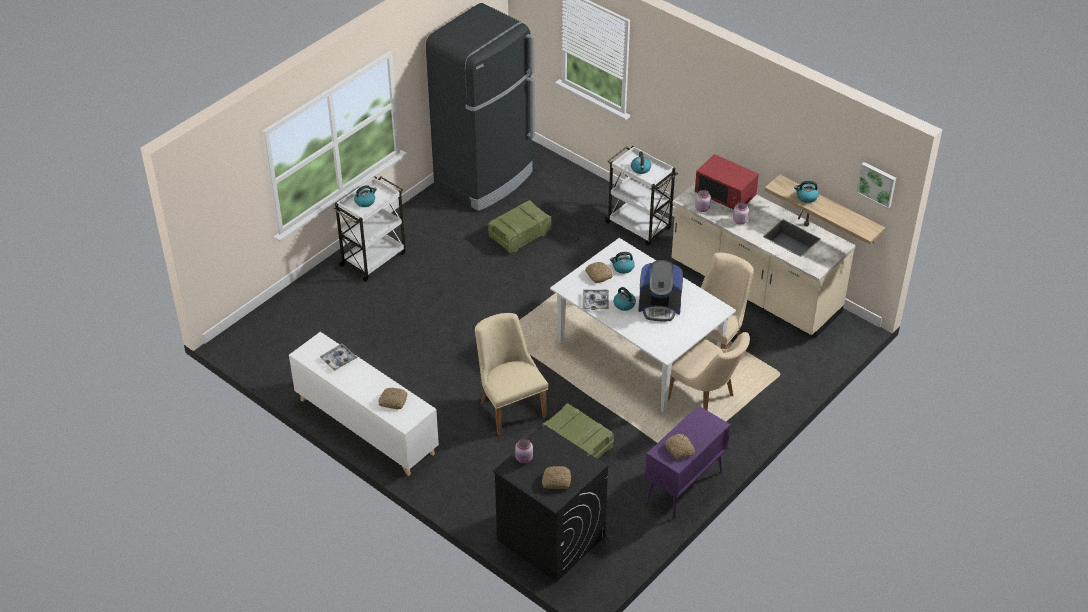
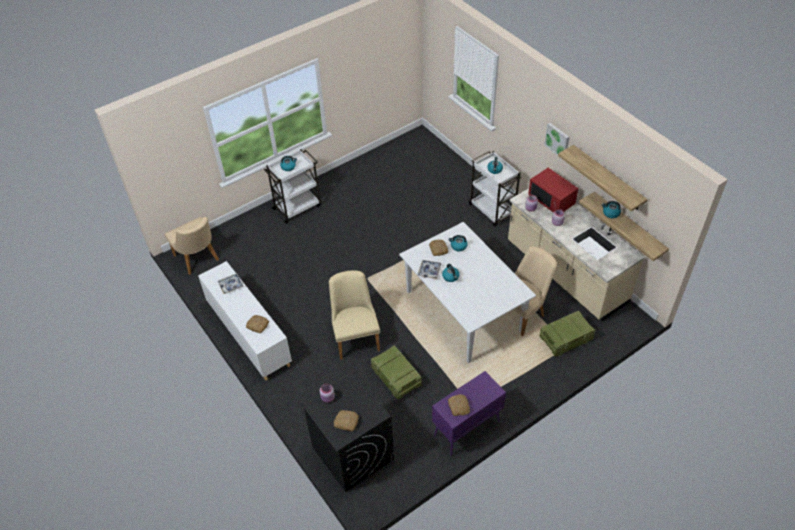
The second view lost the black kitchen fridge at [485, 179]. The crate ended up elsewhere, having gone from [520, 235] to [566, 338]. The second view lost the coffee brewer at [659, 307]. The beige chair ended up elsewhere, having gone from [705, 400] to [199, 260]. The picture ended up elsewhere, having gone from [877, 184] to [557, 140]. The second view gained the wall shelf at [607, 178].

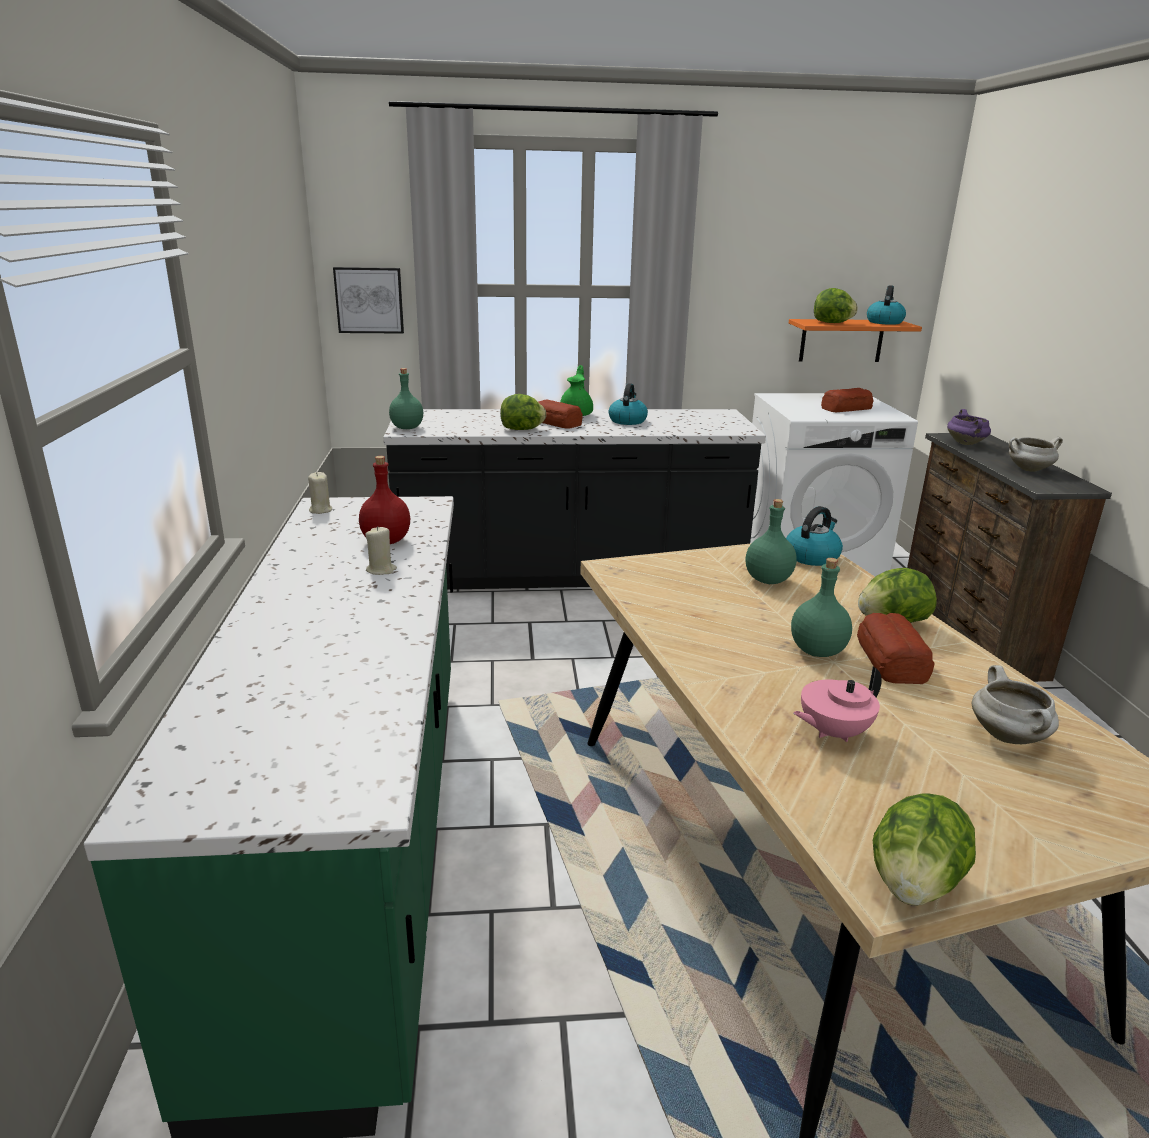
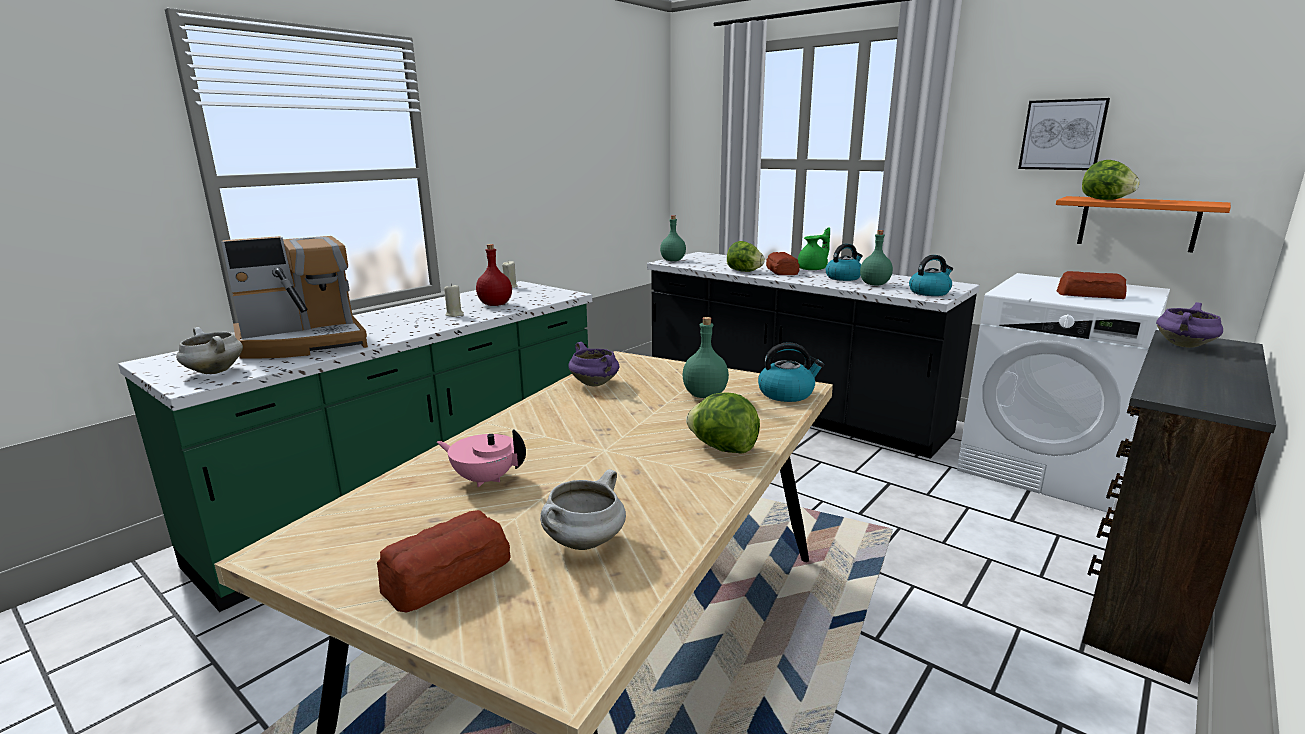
The picture ended up elsewhere, having gone from [369, 300] to [1062, 135]. The green-coloured bottle ended up elsewhere, having gone from [817, 651] to [874, 284]. The bakery bread ended up elsewhere, having gone from [892, 659] to [449, 574]. The water kettle ended up elsewhere, having gone from [884, 322] to [929, 292]. The second view lost the lettuce head at [914, 884]. The whitish saucepot ended up elsewhere, having gone from [1029, 470] to [213, 371]. The second view gained the coffee brewer at [303, 343]. The second view gained the purplish saucepot at [595, 384].

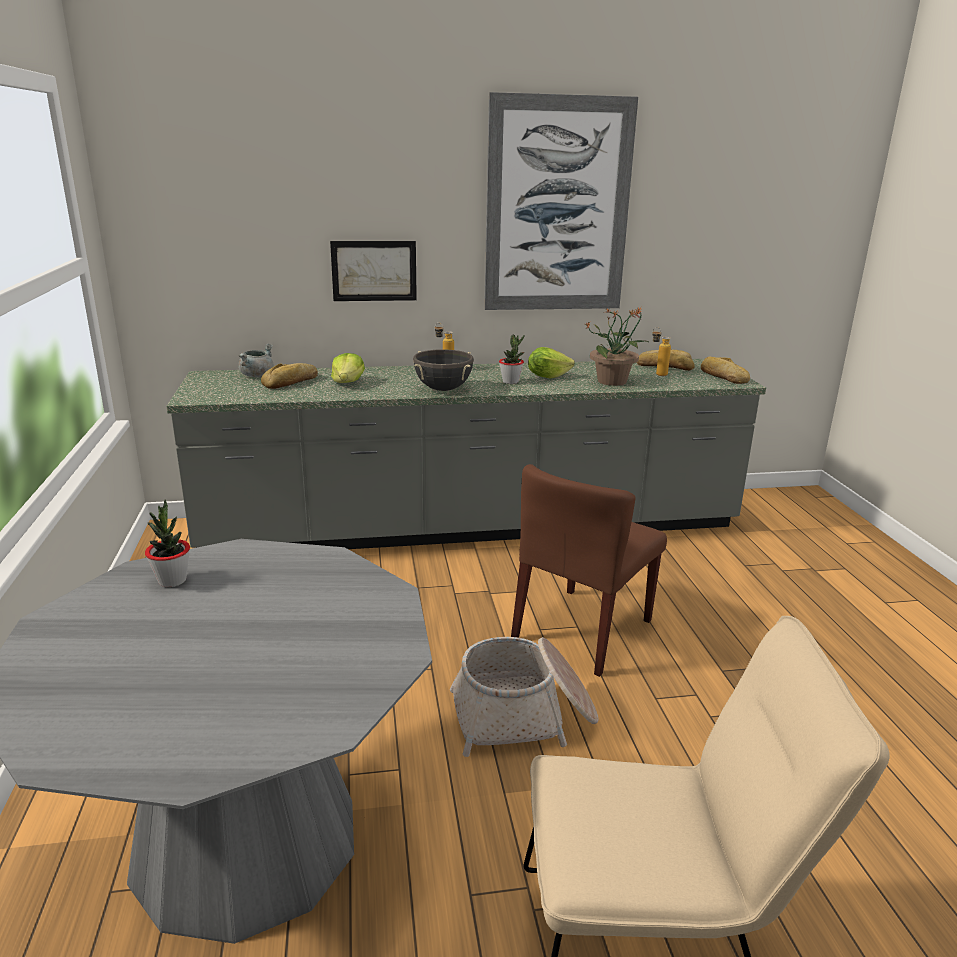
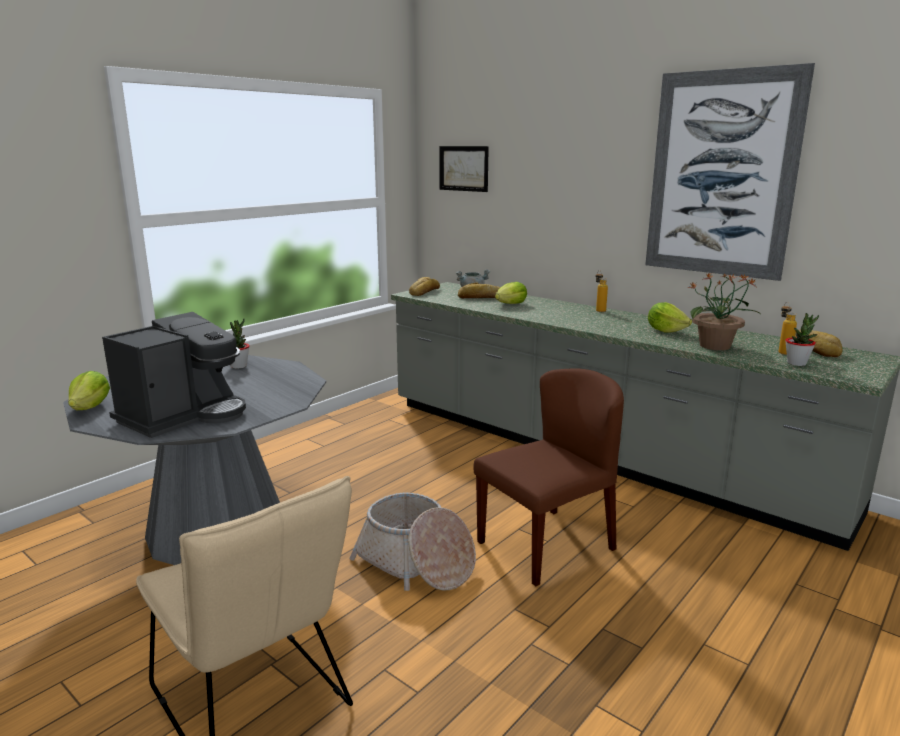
The picture ended up elsewhere, having gone from [374, 271] to [463, 168]. The second view lost the black saucepot at [443, 389]. The plant in a pot ended up elsewhere, having gone from [510, 382] to [796, 363]. The brown-coloured chair at [582, 630] ended up facing another way, 150 degrees clockwise from before. The bakery bread ended up elsewhere, having gone from [723, 377] to [423, 292]. The second view gained the lettuce head at [91, 407]. The second view gained the coffee brewer at [184, 416].

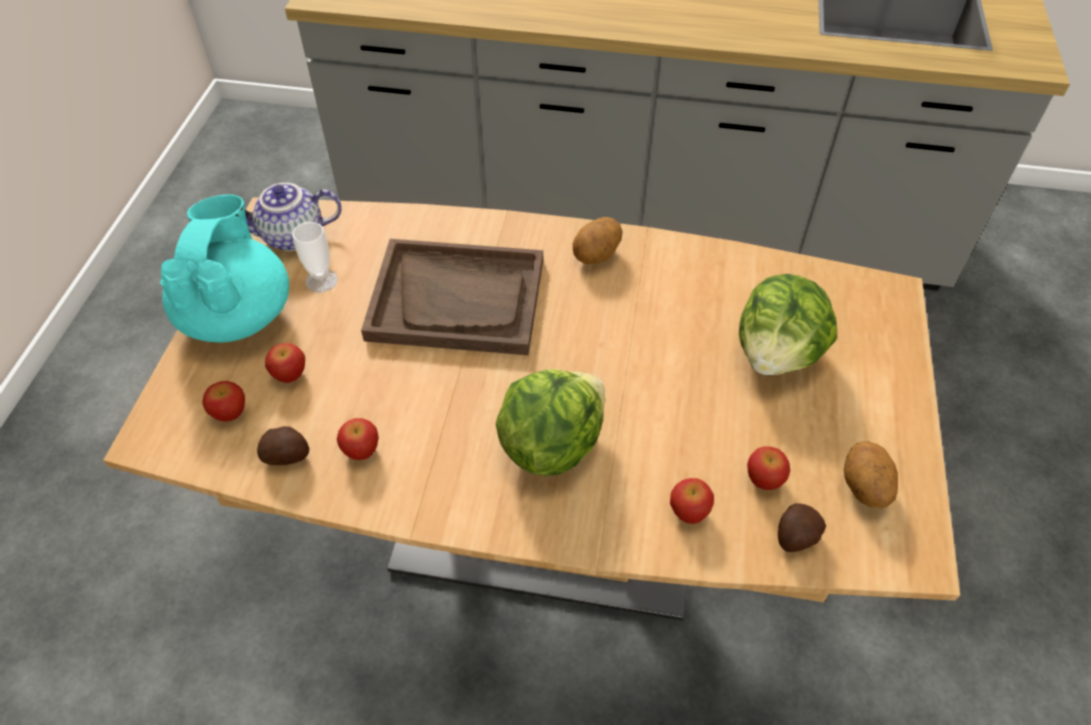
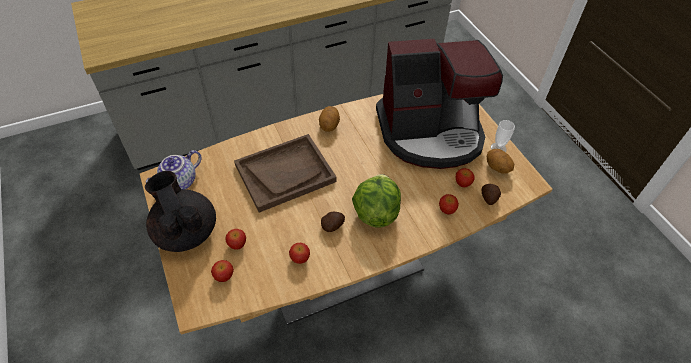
What was the blue-green teapot at [238, 314] turned into the black teapot at [185, 231]. The potato ended up elsewhere, having gone from [287, 456] to [333, 226]. The cup ended up elsewhere, having gone from [321, 281] to [498, 148]. Where the lettuce head stood at [777, 354], the coffee brewer came to stand at [430, 133].

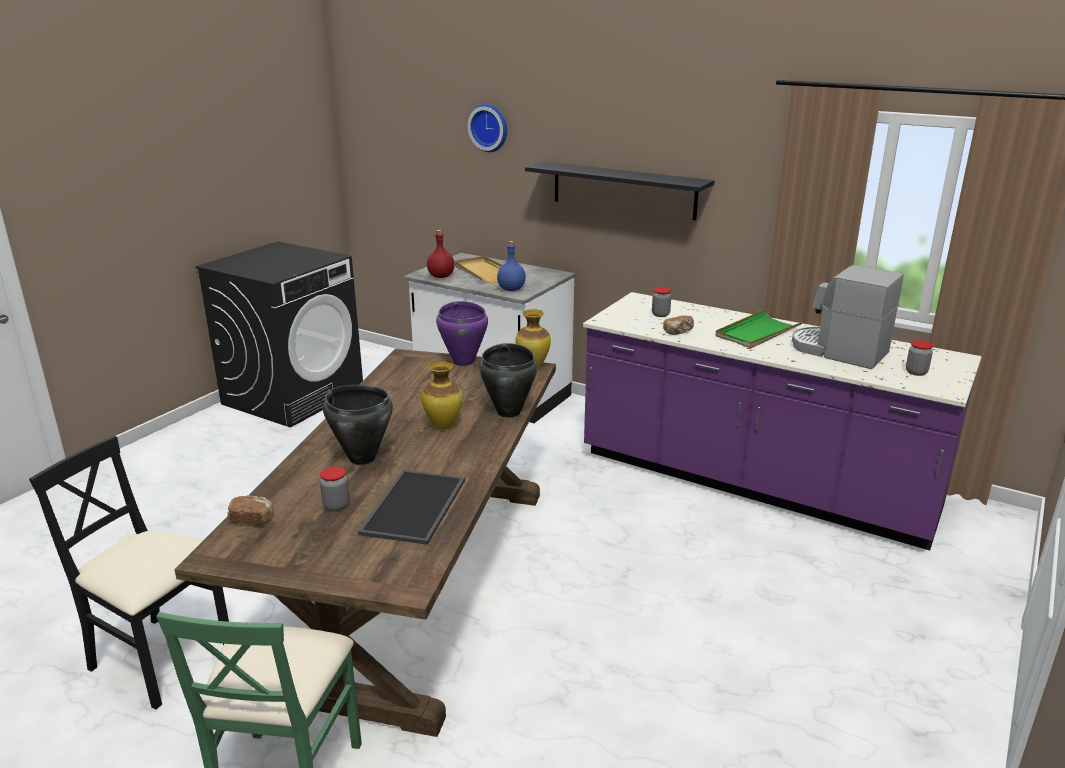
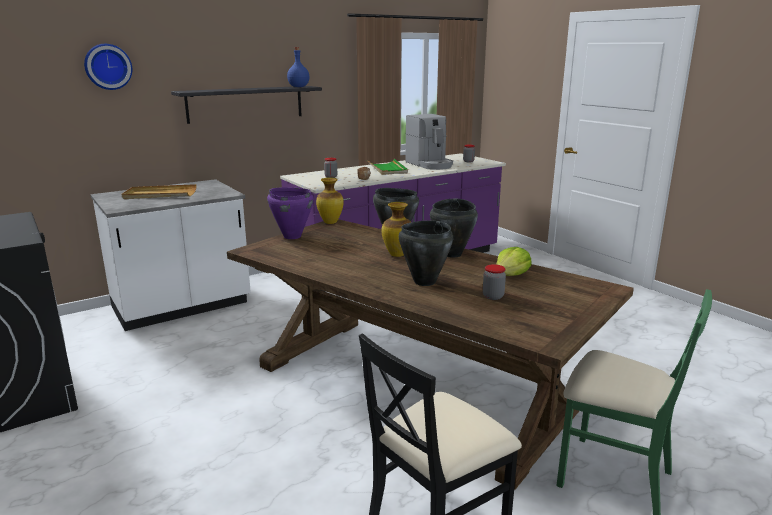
The second view lost the bakery bread at [252, 519]. Where the serving tray stood at [416, 507], the lettuce head came to stand at [511, 275]. The second view lost the reddish bottle at [440, 276]. The blue bottle ended up elsewhere, having gone from [511, 289] to [298, 87]. The coffee brewer at [838, 351] ended up facing another way, 90 degrees counterclockwise from before. The second view gained the black saucepot at [452, 254].

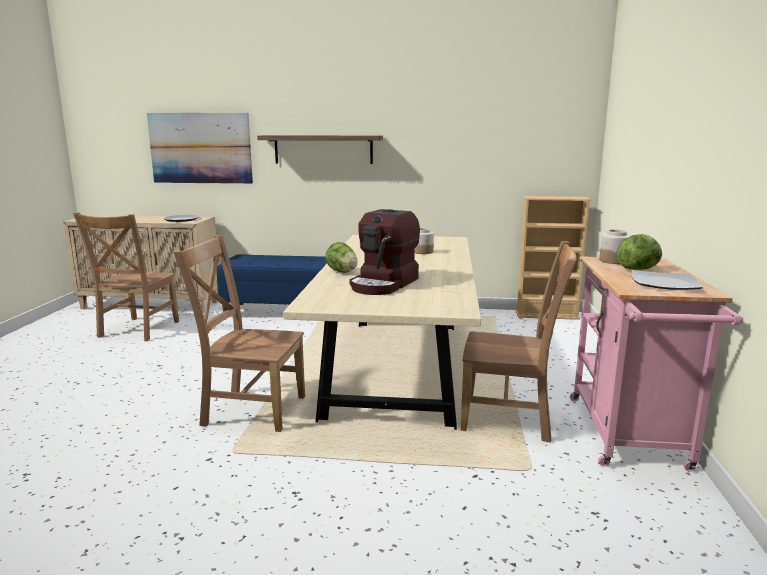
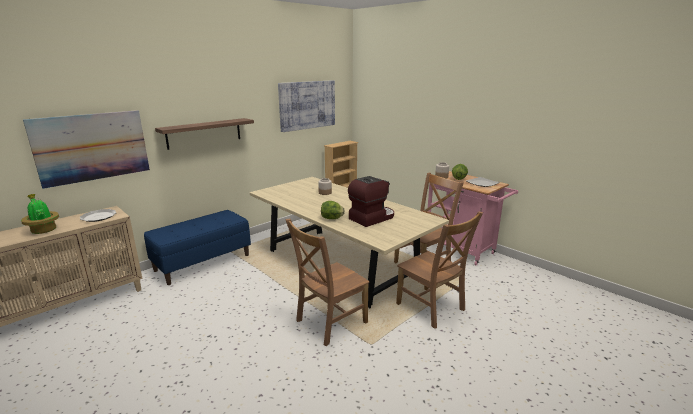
The brown-coloured chair ended up elsewhere, having gone from [137, 330] to [432, 308]. The coffee brewer at [384, 284] ended up facing another way, 105 degrees counterclockwise from before. The second view gained the plant in a pot at [43, 230]. The second view gained the picture at [307, 105].

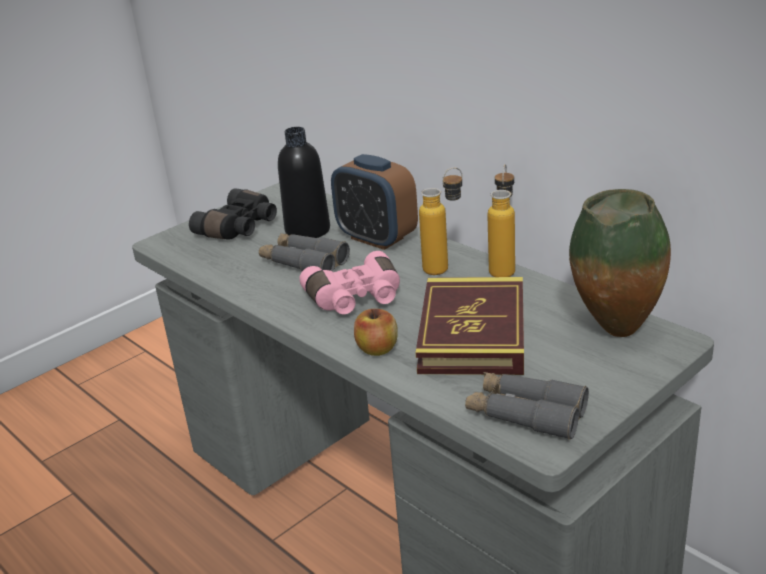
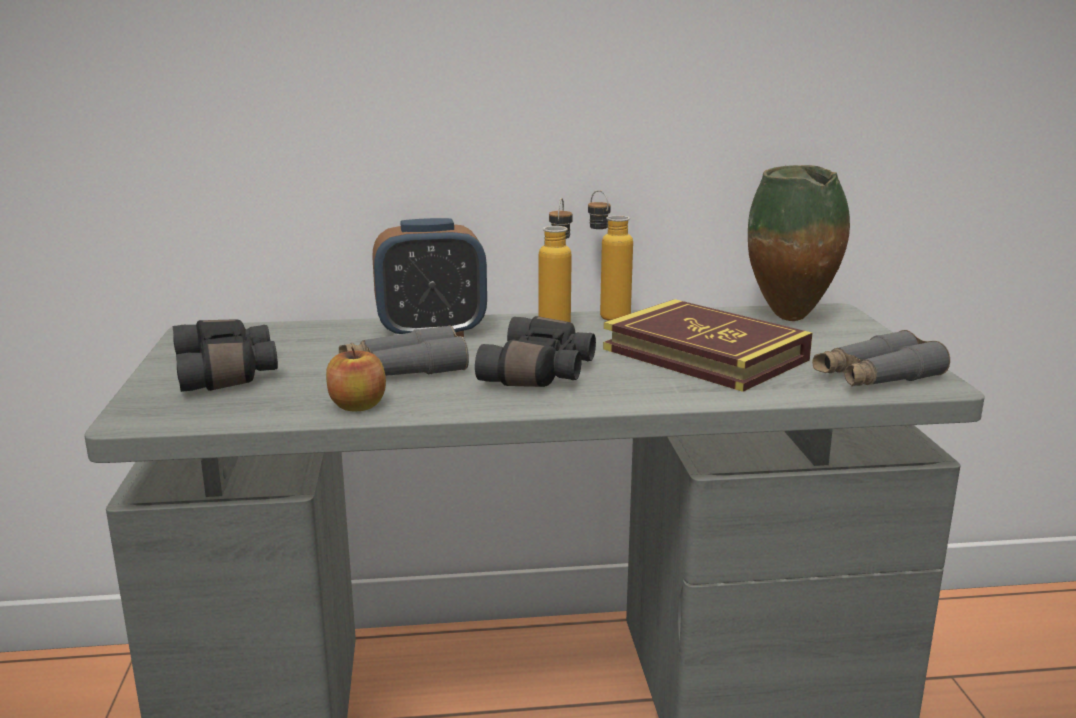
The second view lost the black bottle at [307, 230]. What was the pinkish binoculars at [356, 299] turned into the black binoculars at [541, 373]. The apple ended up elsewhere, having gone from [377, 349] to [358, 406].

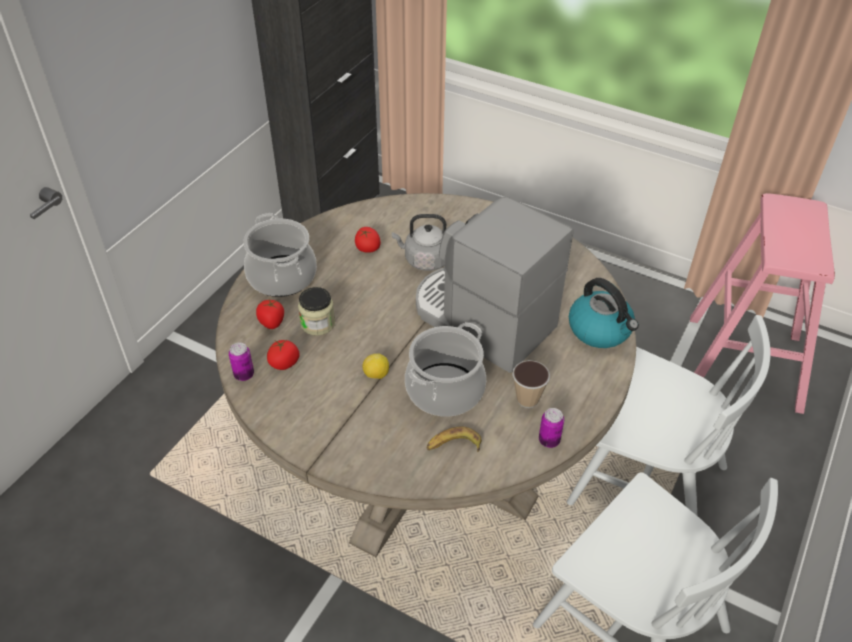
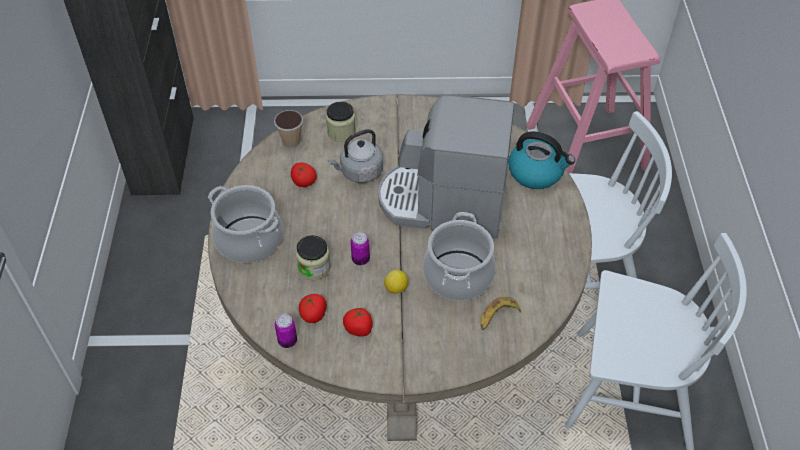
The tomato ended up elsewhere, having gone from [272, 322] to [359, 329]. The cup ended up elsewhere, having gone from [527, 399] to [291, 142]. The sealed can ended up elsewhere, having gone from [549, 440] to [360, 259]. The second view gained the preserve jar at [341, 132].

